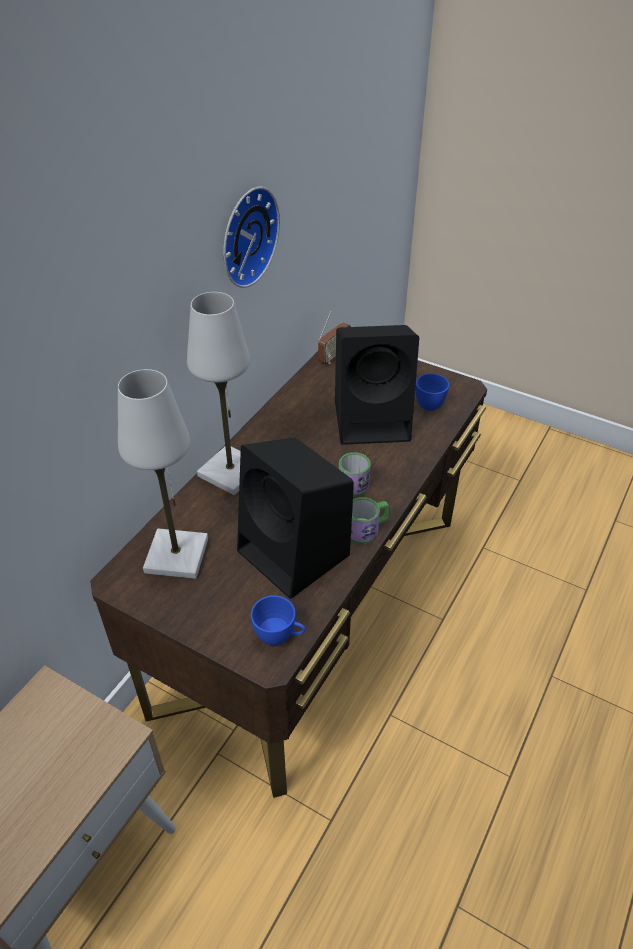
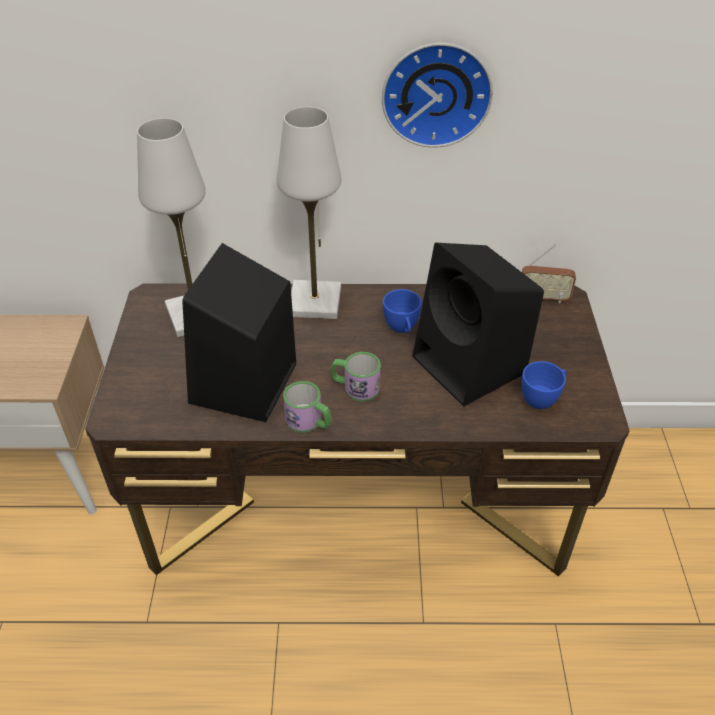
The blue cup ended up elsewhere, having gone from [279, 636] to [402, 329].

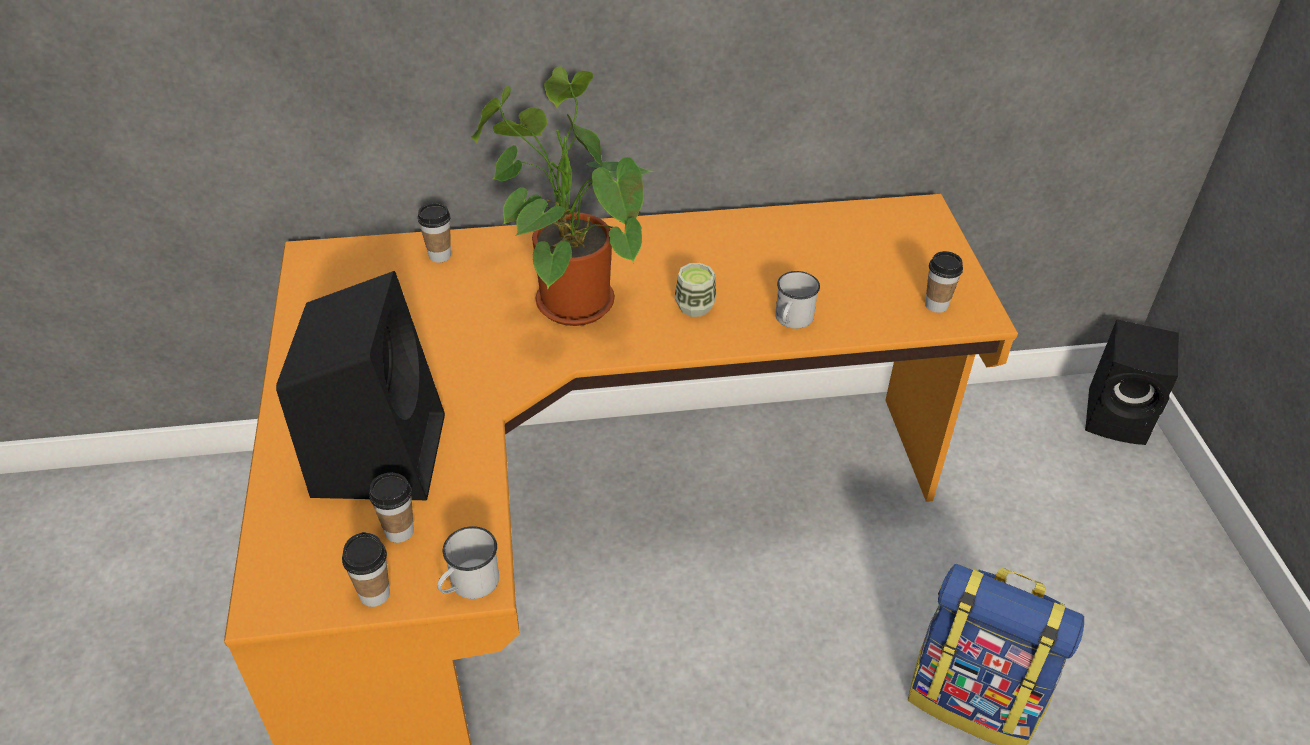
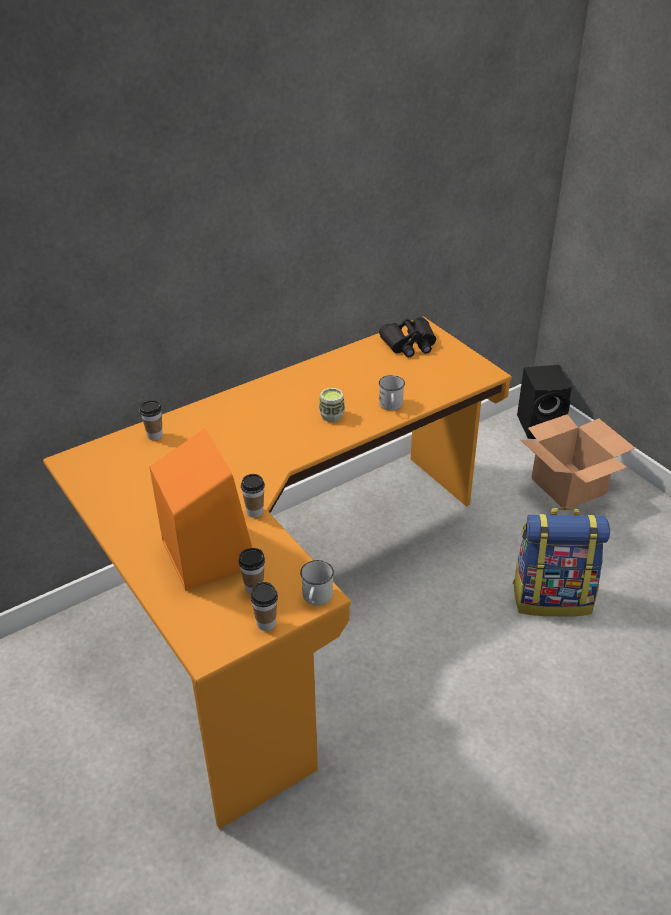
What was the black speaker at [379, 451] turned into the orange speaker at [207, 552]. The second view lost the plant in a pot at [567, 300]. The cup ended up elsewhere, having gone from [936, 305] to [255, 512]. The second view gained the black binoculars at [409, 344]. The second view gained the packing box at [567, 486].

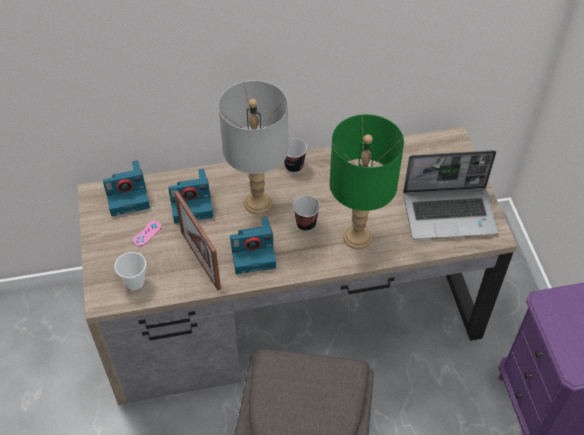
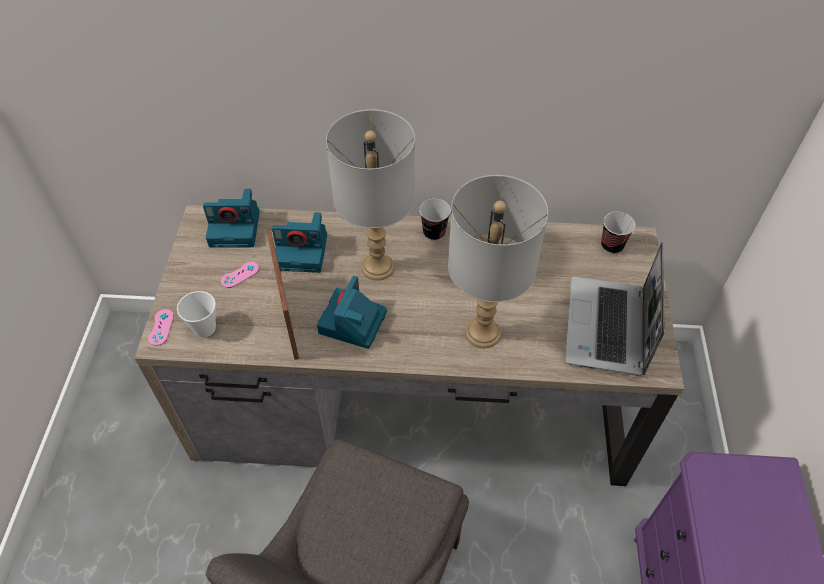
The photo camera at [254, 252] ended up facing another way, 105 degrees clockwise from before. The cup ended up elsewhere, having gone from [306, 224] to [611, 246]. What was the green-coloured table lamp at [357, 237] turned into the grey table lamp at [482, 333]. The laptop at [450, 213] ended up facing another way, 90 degrees clockwise from before. The second view gained the pinkish gamepad at [161, 327].

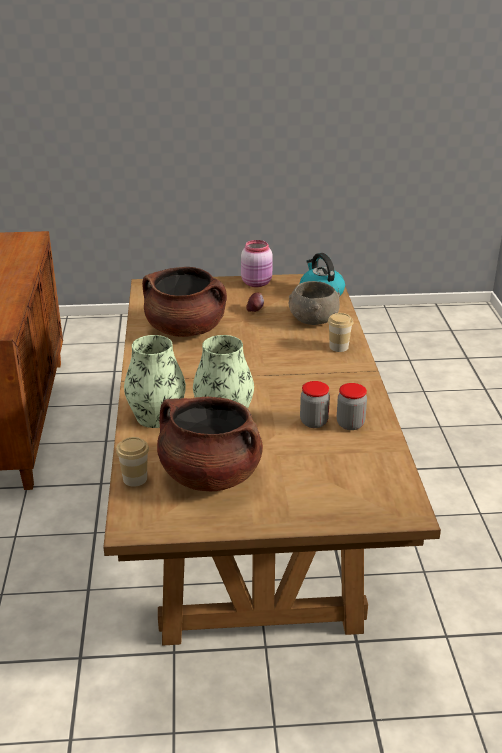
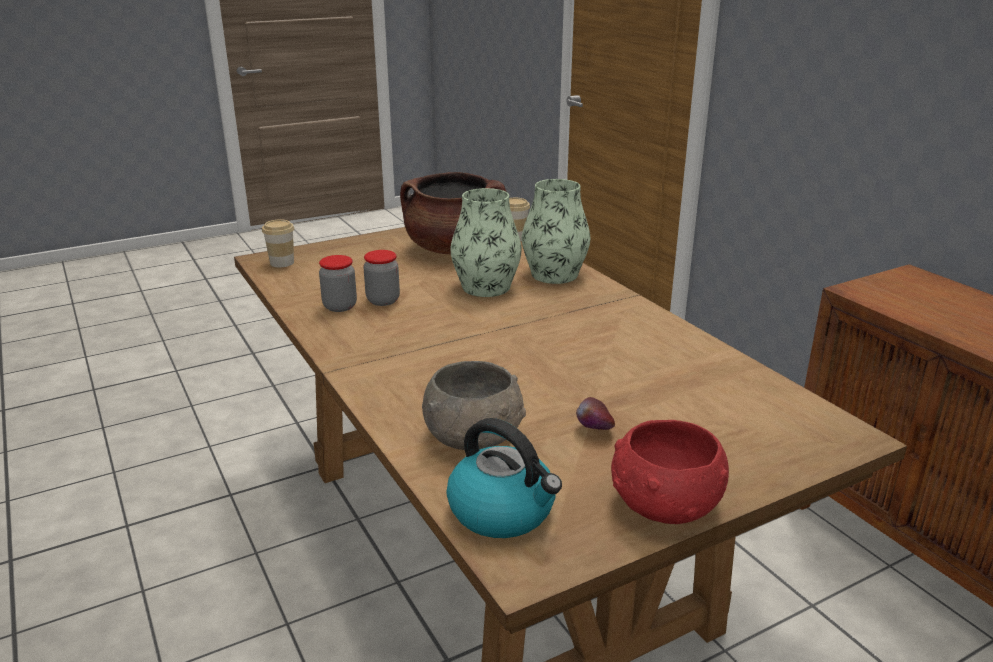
The second view lost the brown-coloured saucepot at [185, 330]. Where the pinkish preserve jar stood at [257, 283], the reddish deep dish came to stand at [664, 505]. The cup ended up elsewhere, having gone from [338, 347] to [282, 263].

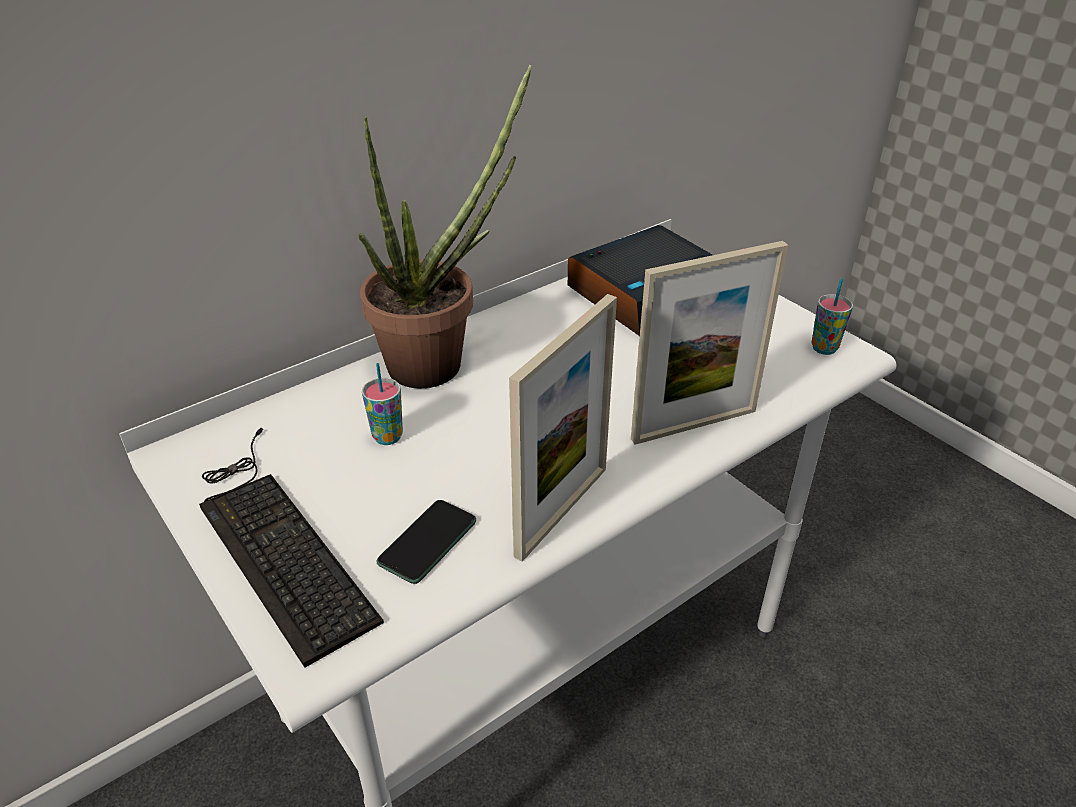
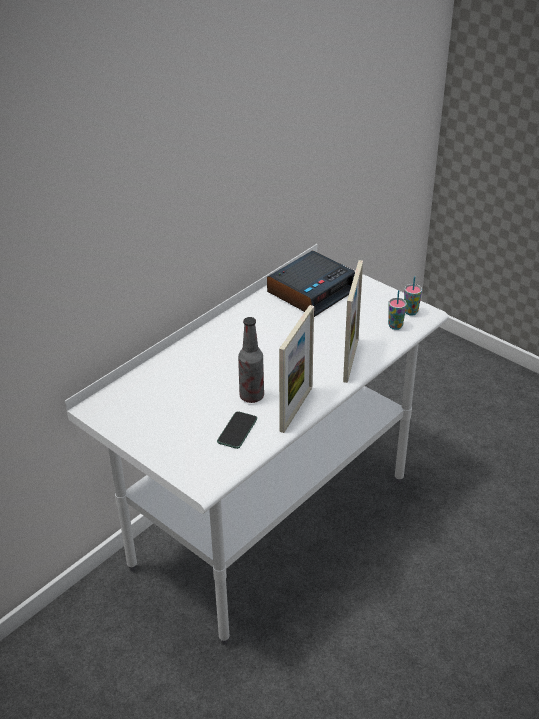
The second view lost the PC keyboard at [277, 541]. The second view lost the plant in a pot at [440, 361]. The cup ended up elsewhere, having gone from [387, 437] to [395, 326]. The picture frame at [694, 425] ended up facing another way, 45 degrees counterclockwise from before. The second view gained the bottle at [251, 396].

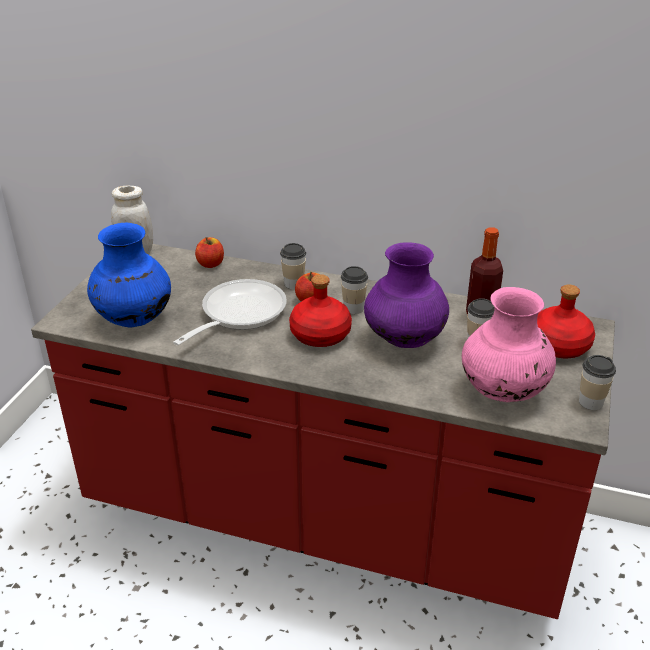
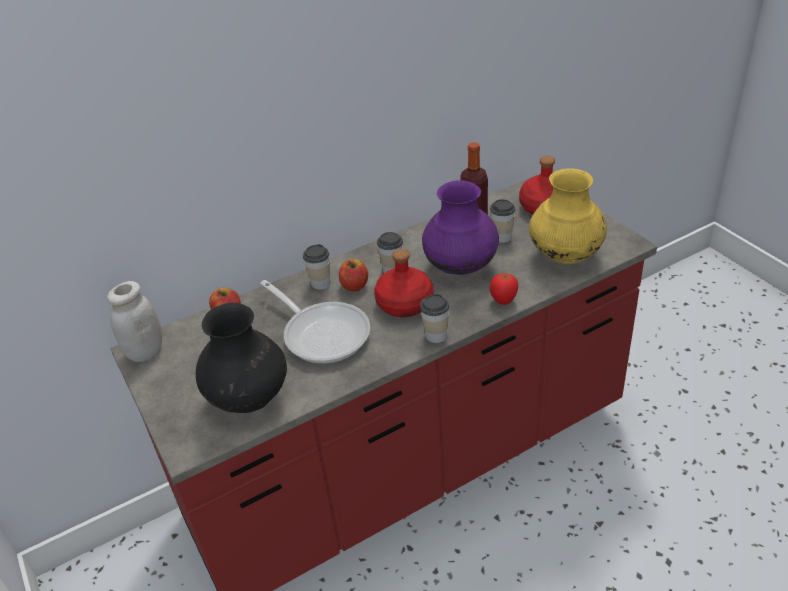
What was the blue vase at [134, 319] turned into the black vase at [249, 399]. The pan at [238, 314] ended up facing another way, 150 degrees clockwise from before. What was the pinkish vase at [503, 392] turned into the yellowish vase at [565, 256]. The cup ended up elsewhere, having gone from [590, 402] to [436, 335]. The second view gained the tomato at [503, 301].

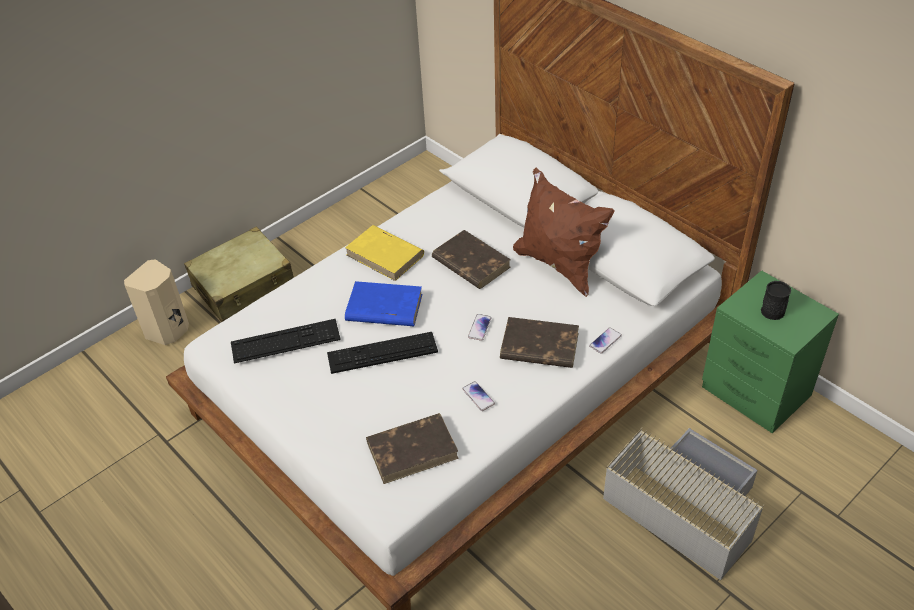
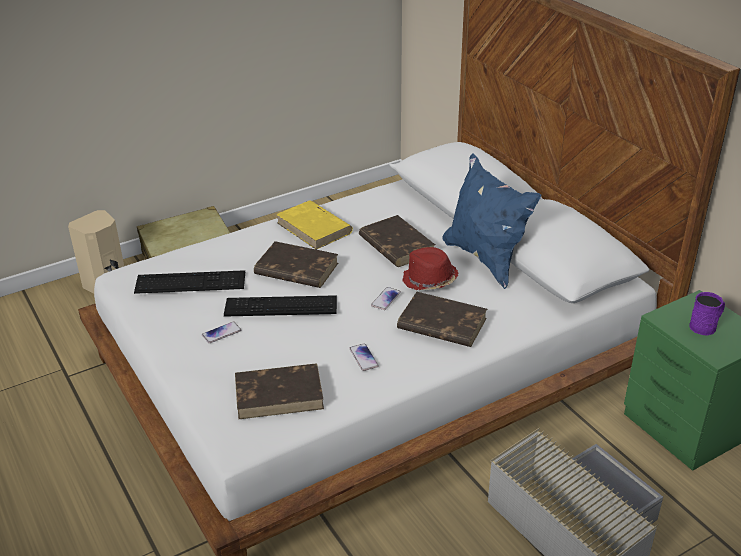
What was the blue volume at [383, 308] turned into the brown-coloured volume at [295, 269]. What was the brown-coloured pillow at [559, 265] turned into the blue pillow at [485, 259]. The telephone ended up elsewhere, having gone from [605, 341] to [221, 333]. What was the black tea mug at [775, 310] turned into the purplish tea mug at [705, 326]. The second view gained the reddish wearable hat at [429, 281].

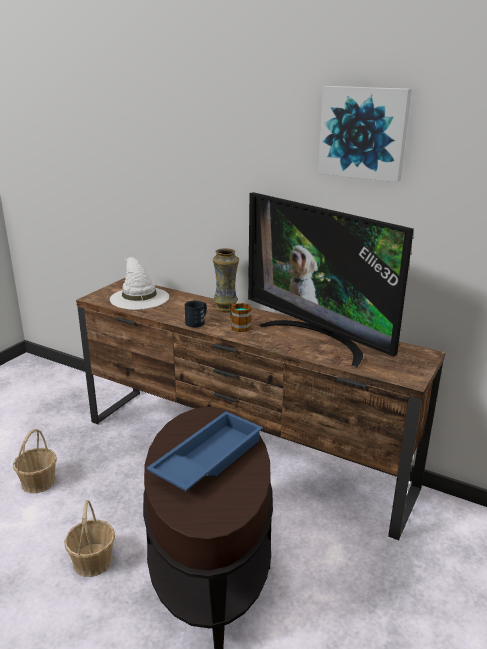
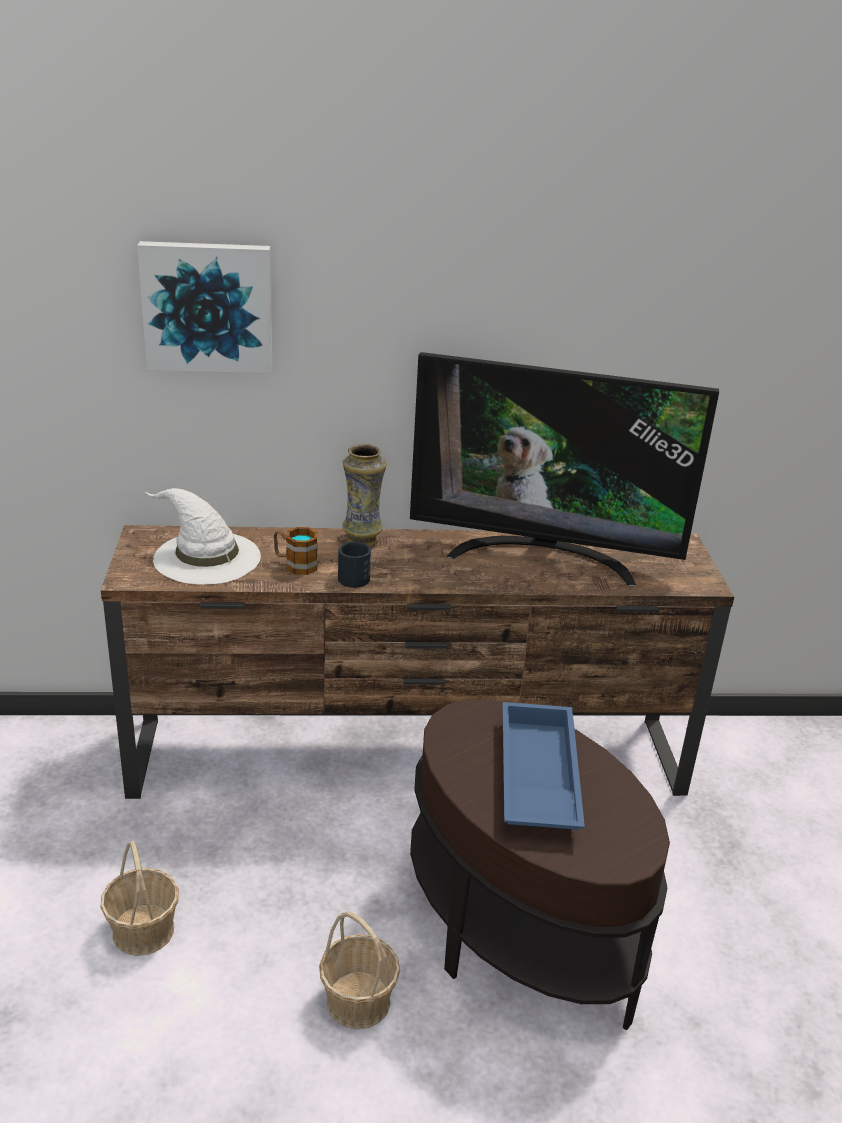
The tea mug ended up elsewhere, having gone from [238, 326] to [295, 564]. The picture ended up elsewhere, having gone from [363, 133] to [208, 306].

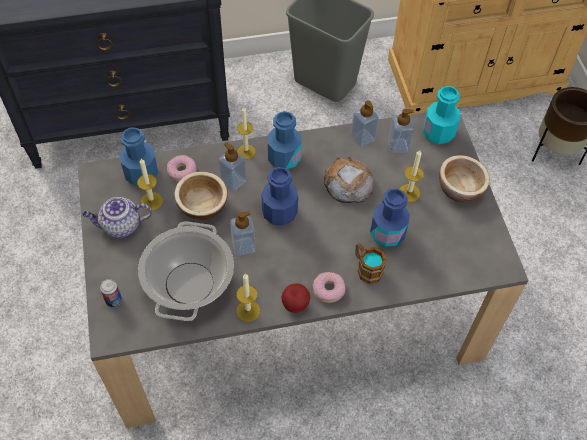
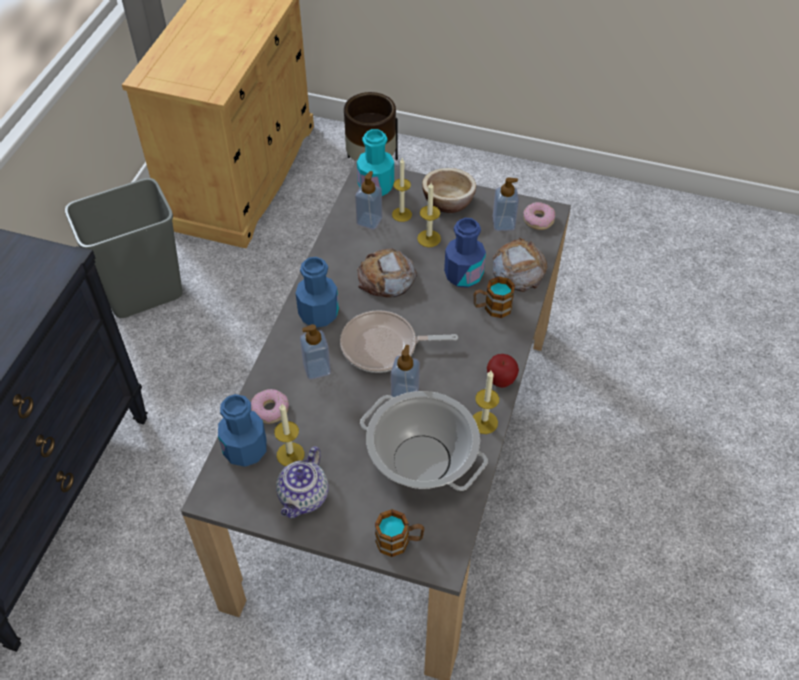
Where the sealed can stood at [113, 300], the tea mug came to stand at [399, 541]. The second view lost the deep dish at [202, 205]. The wax light ended up elsewhere, having gone from [246, 152] to [402, 214]. Where the blue bottle stood at [279, 212], the pan came to stand at [384, 346]. The doughnut ended up elsewhere, having gone from [328, 290] to [538, 220]. The soap dispenser ended up elsewhere, having gone from [362, 137] to [503, 224]. The second view gained the bakery bread at [518, 269].

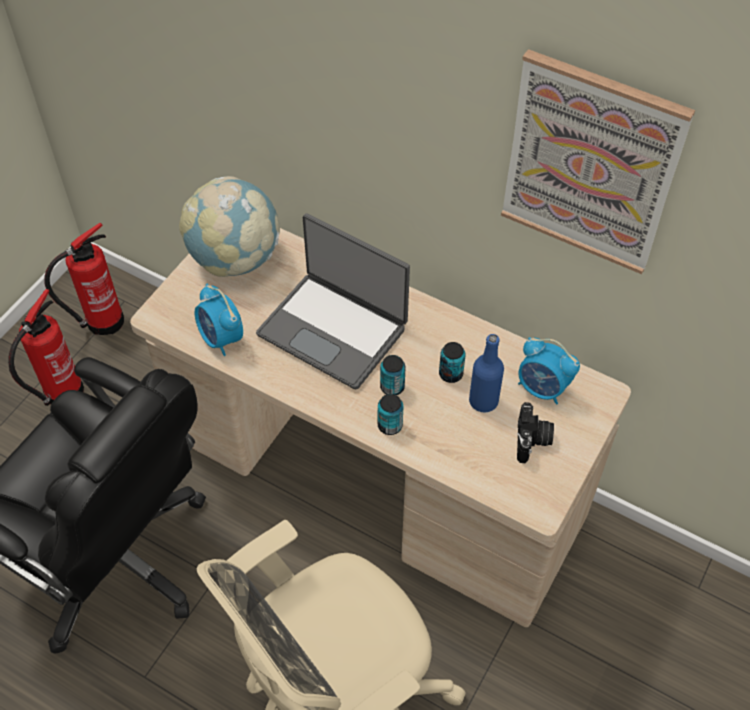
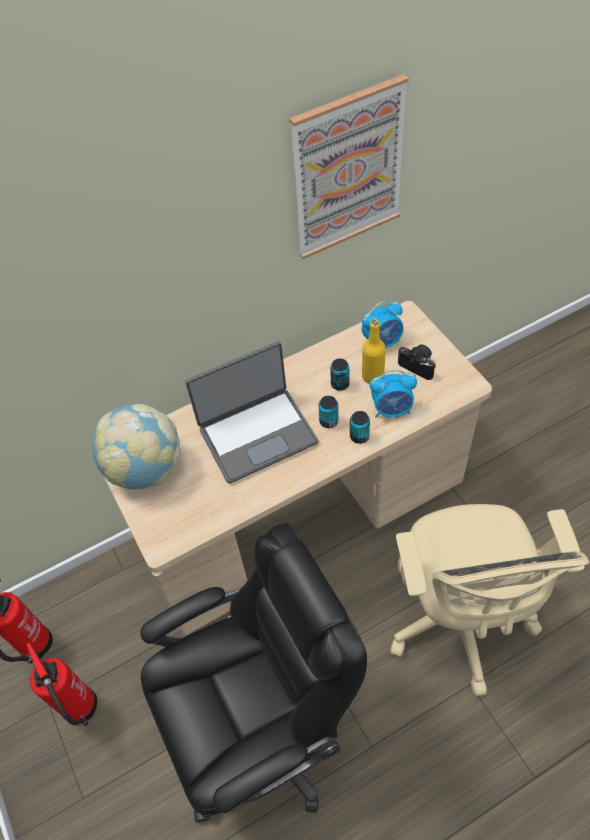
The alarm clock ended up elsewhere, having gone from [221, 339] to [392, 409]. What was the blue bottle at [483, 401] turned into the yellowish bottle at [372, 376].

